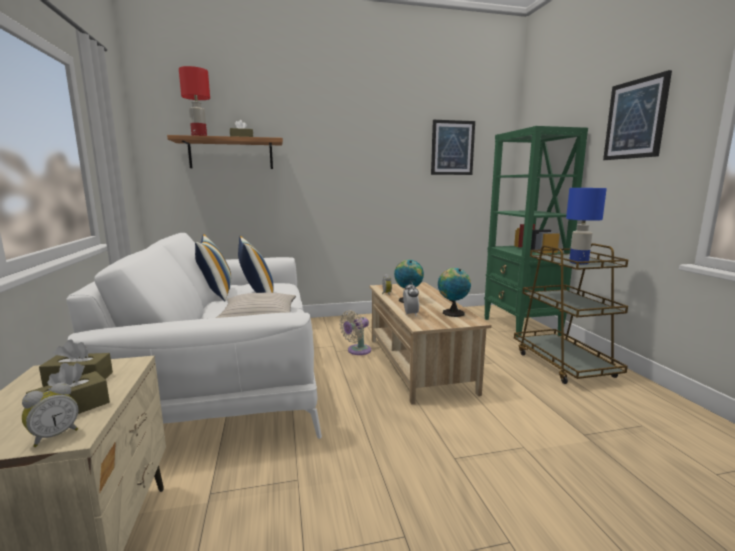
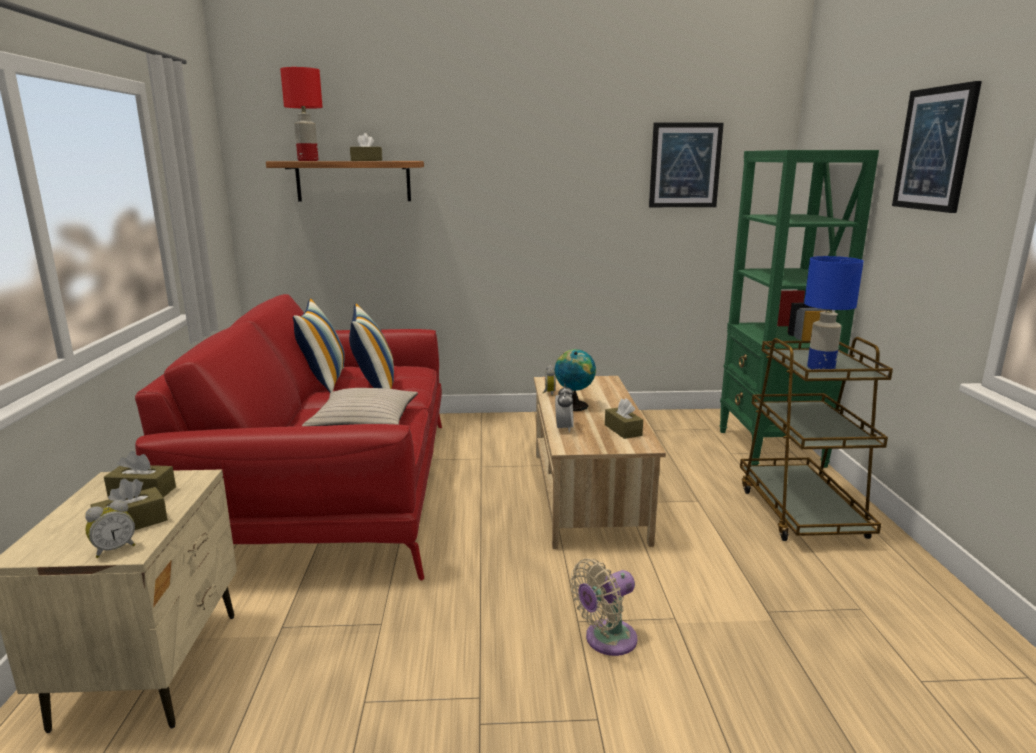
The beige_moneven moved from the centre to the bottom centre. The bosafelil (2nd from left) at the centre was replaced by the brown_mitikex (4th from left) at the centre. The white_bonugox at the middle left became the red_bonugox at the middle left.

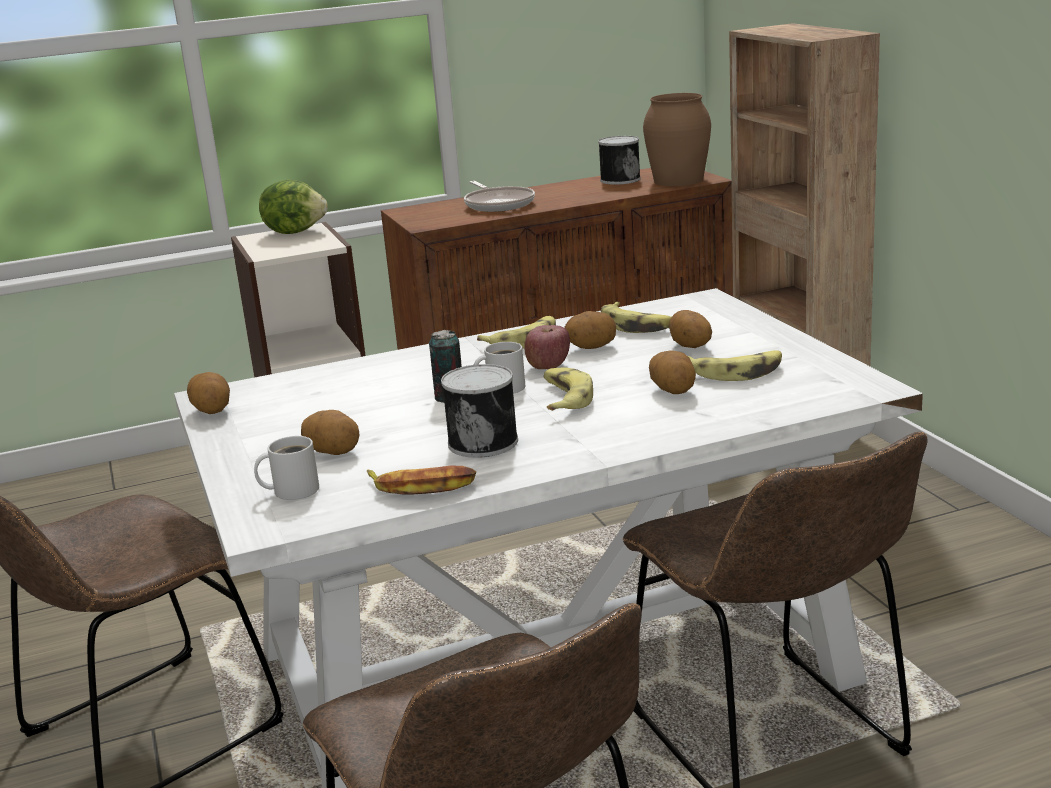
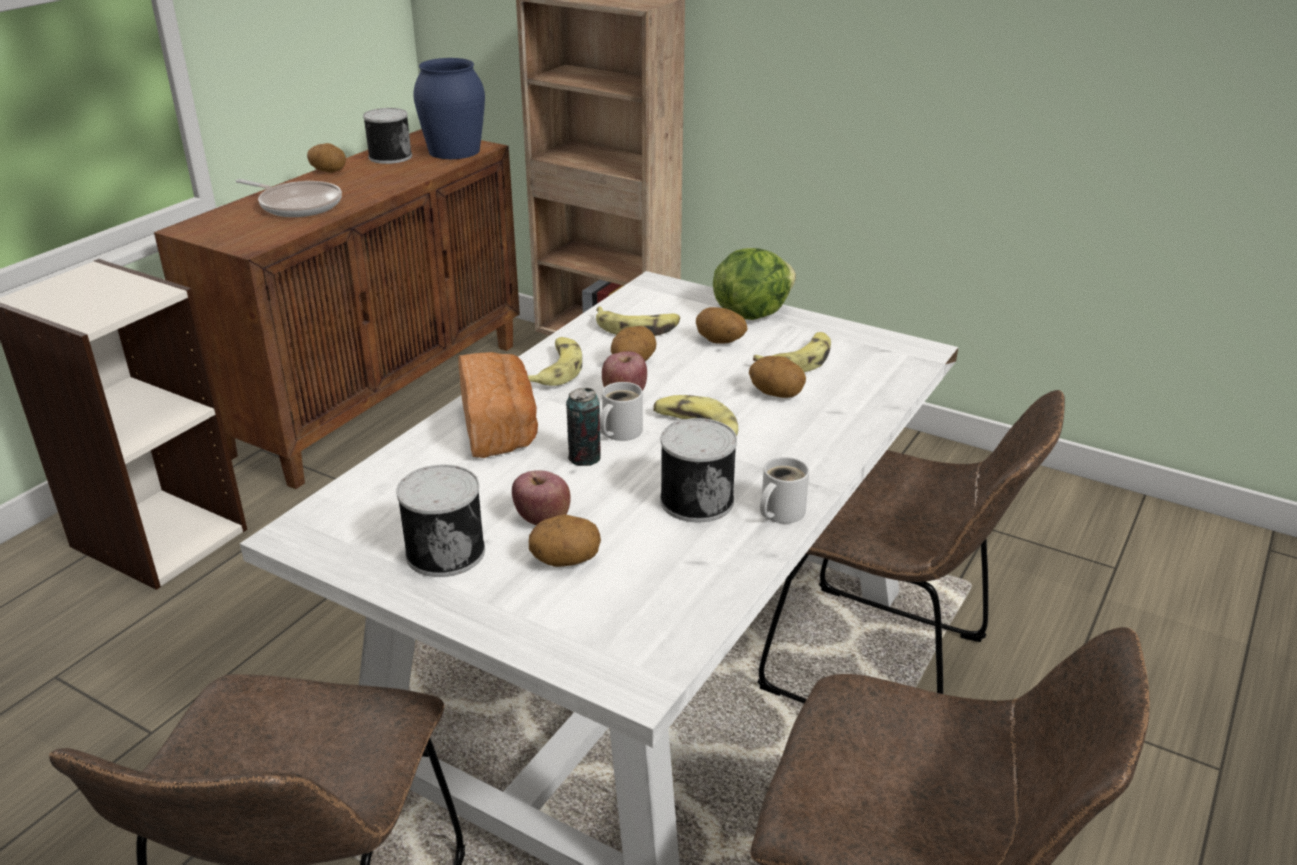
The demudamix (1st from left) at the centre disappeared. The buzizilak (2nd from left) at the centre appeared. The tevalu at the centre appeared. The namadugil (1st from left) at the centre appeared. The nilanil (1st from left) moved from the middle left to the top left. The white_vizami (1st from left in the first image) moved from the middle left to the centre. The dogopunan moved from the top left to the top centre. The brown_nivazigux at the top centre became the blue_nivazigux at the top centre.

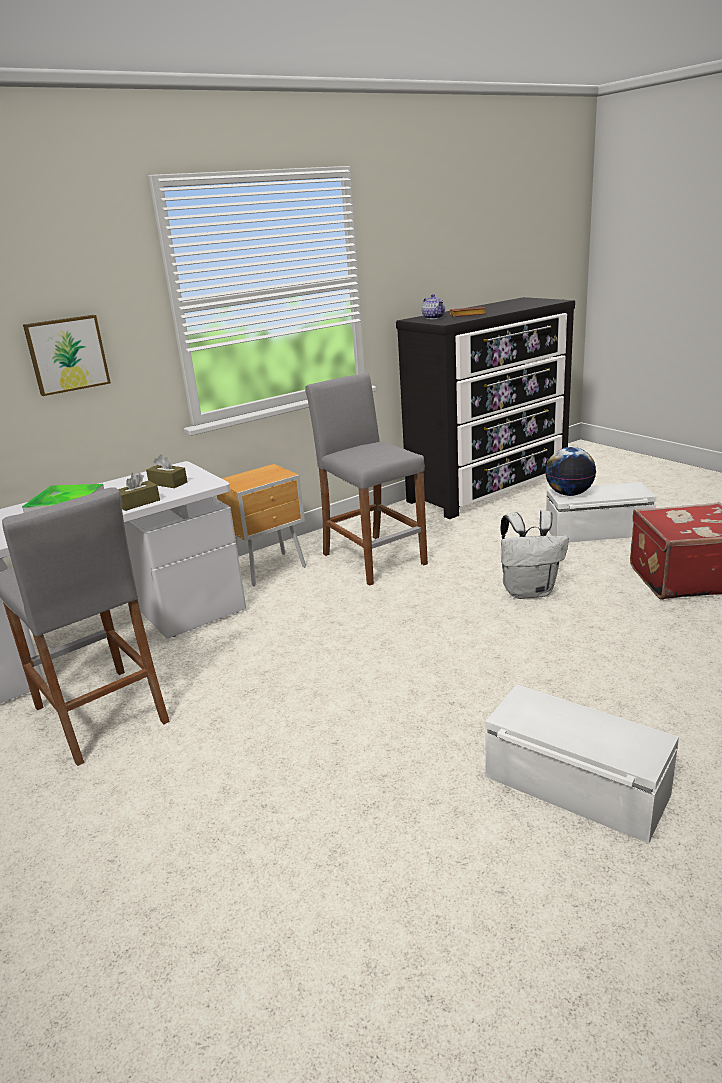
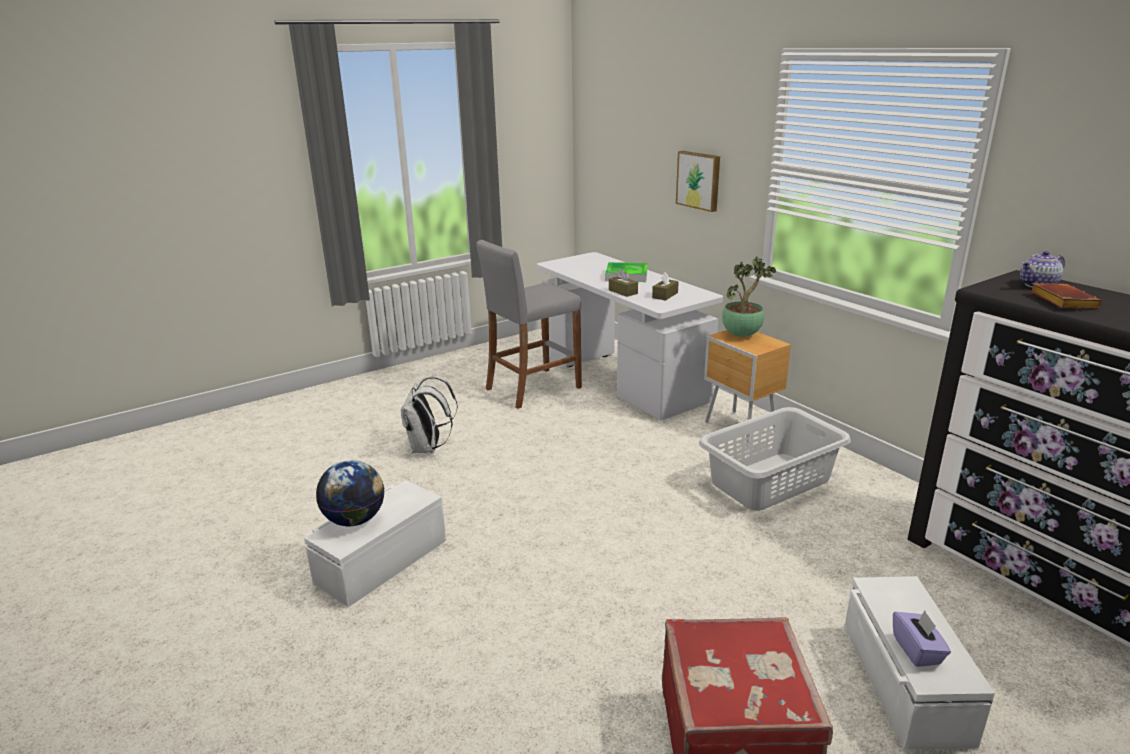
The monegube at the centre appeared. The purple_mitikex at the bottom right appeared. The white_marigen moved from the middle right to the centre. The bosafelil moved from the middle right to the middle left. The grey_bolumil (2nd from left) at the centre was replaced by the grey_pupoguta at the middle right.

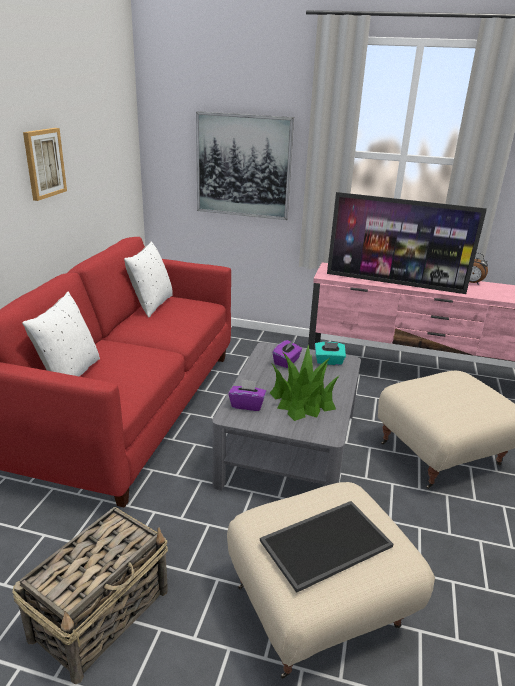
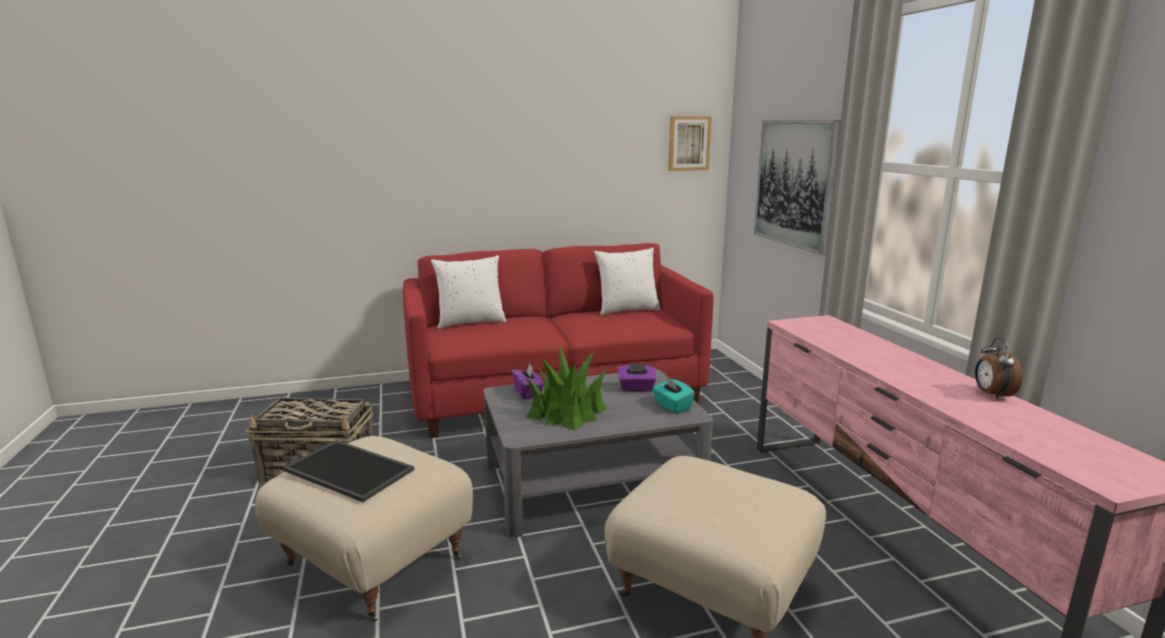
The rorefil at the middle right disappeared. The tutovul (1st from left) moved from the top left to the top centre.

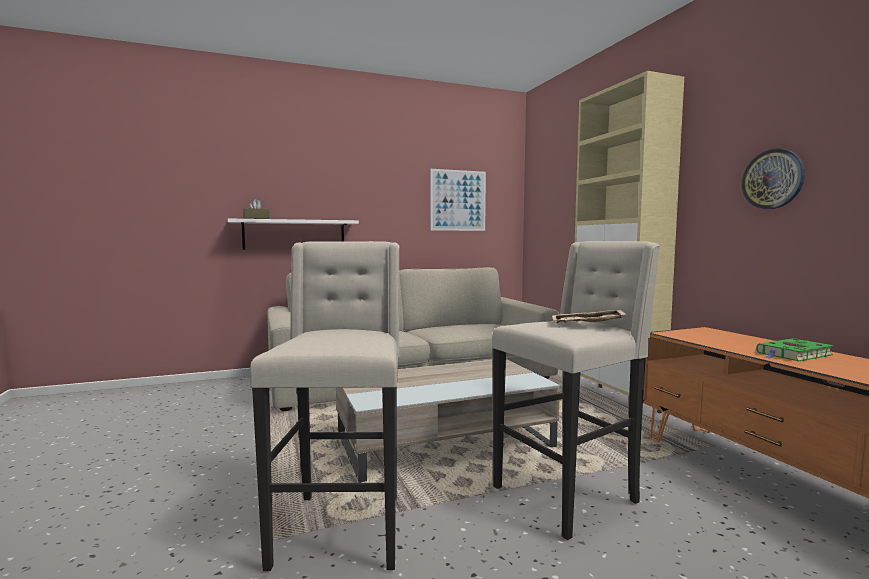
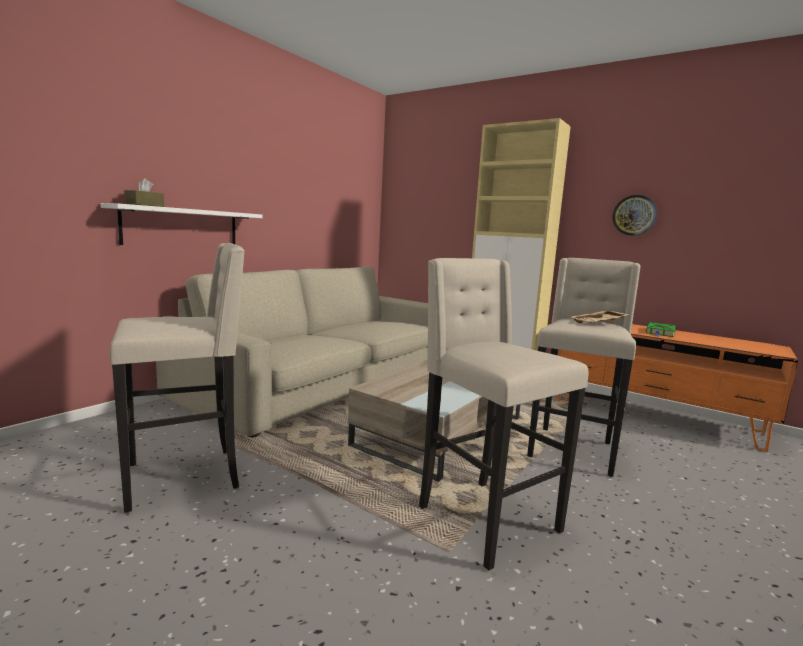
The tutovul at the centre disappeared. The beige_bolumil (1st from left) at the middle left appeared.

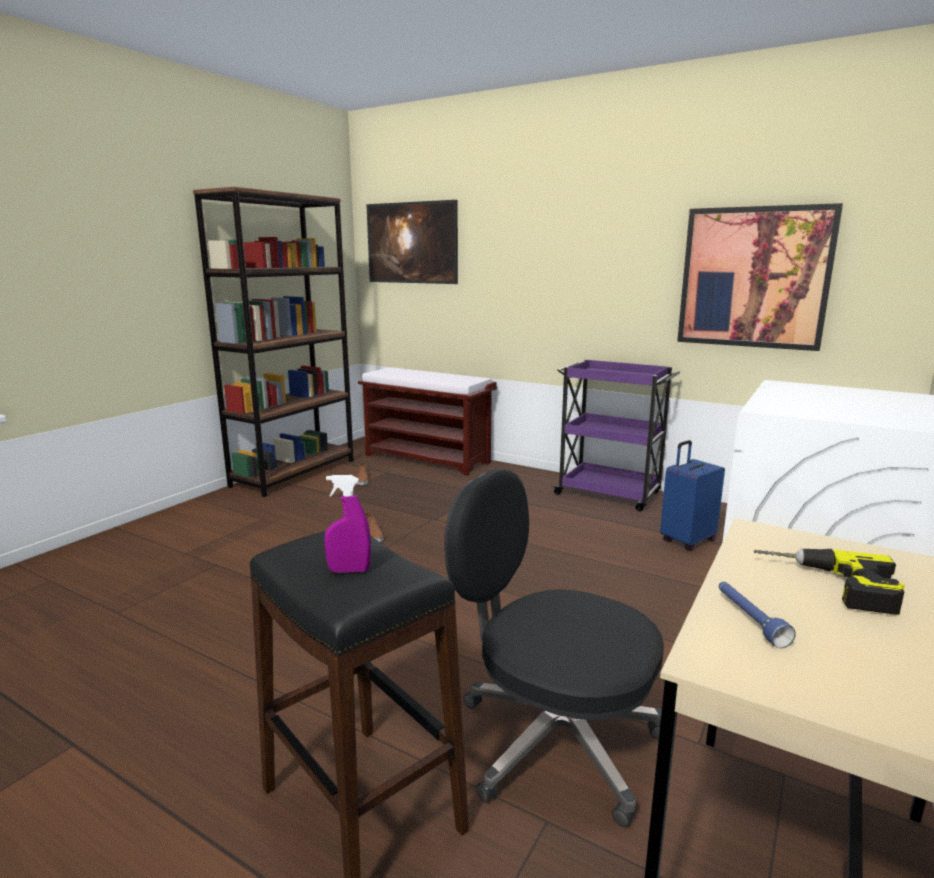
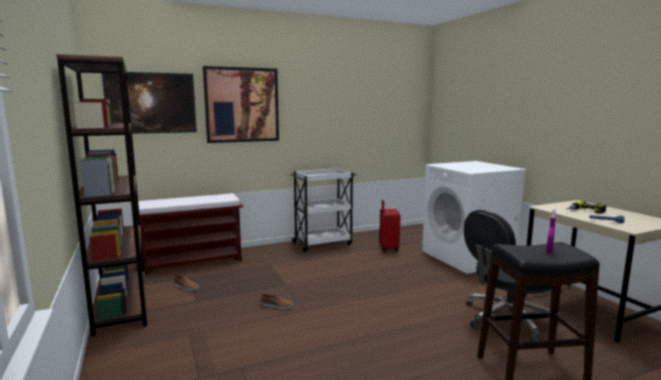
The tutovul (2nd from left) moved from the top right to the top centre. The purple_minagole at the centre became the white_minagole at the centre. The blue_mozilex at the middle right became the red_mozilex at the centre.

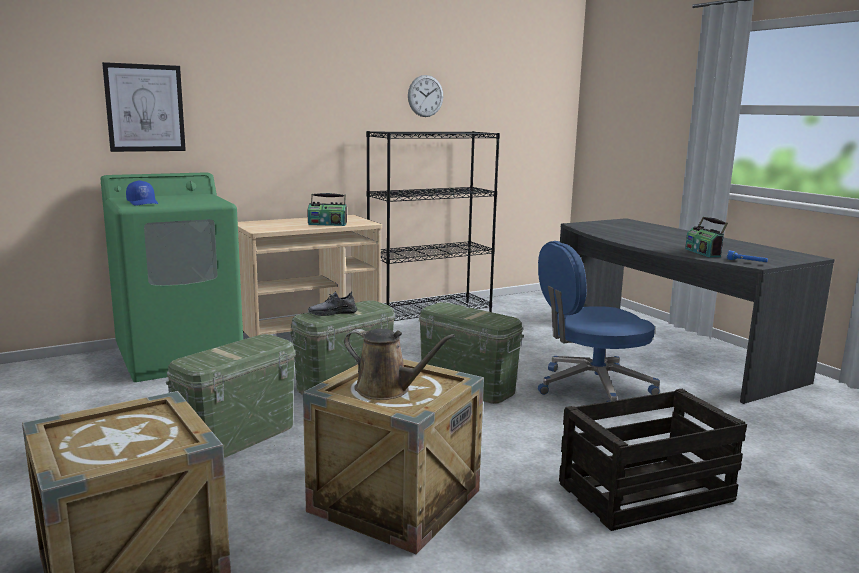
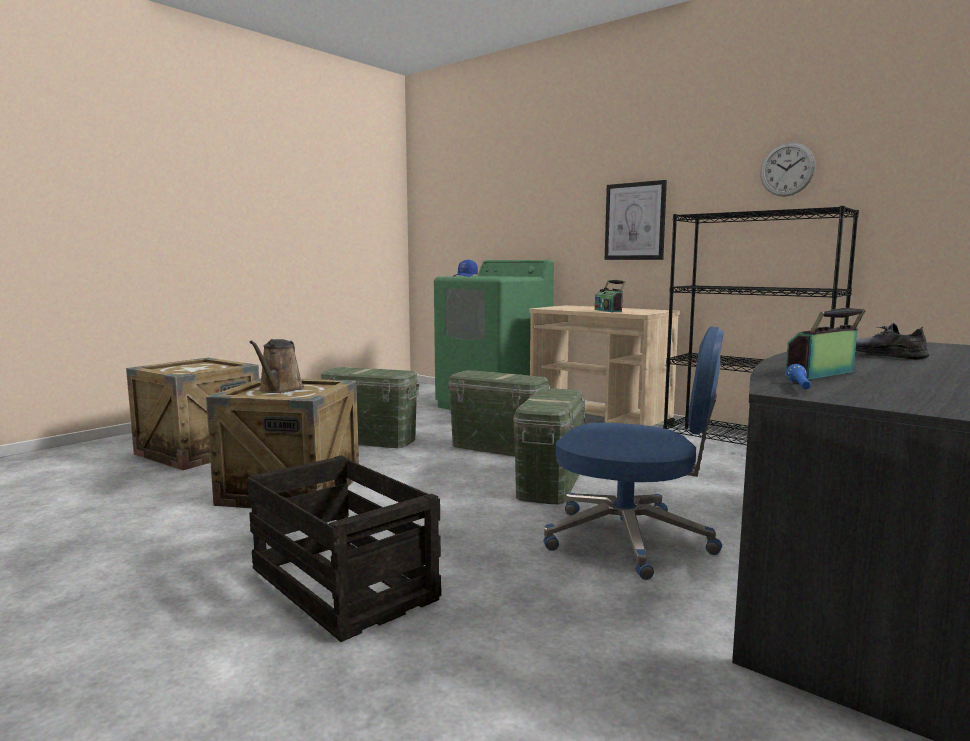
The tutovul moved from the top left to the top centre. The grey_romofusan moved from the centre to the middle right. The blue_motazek at the middle right turned 150 degrees clockwise.

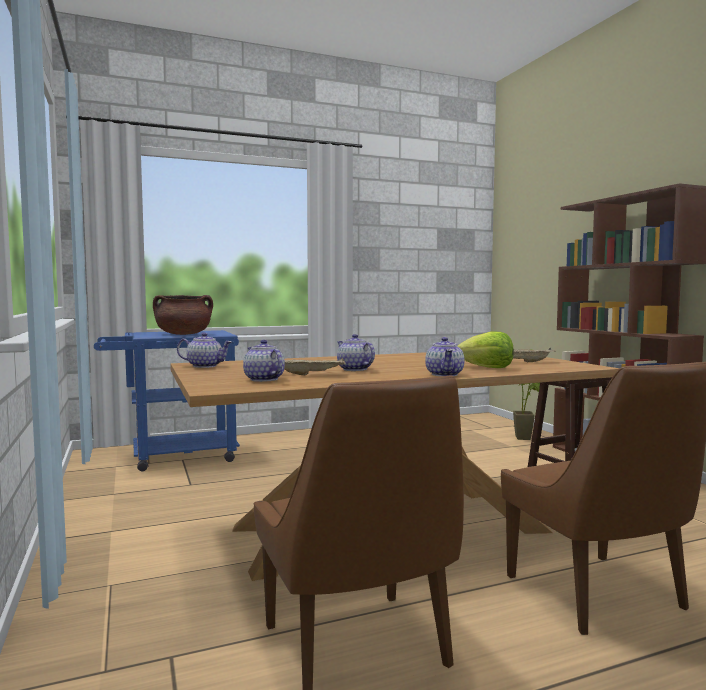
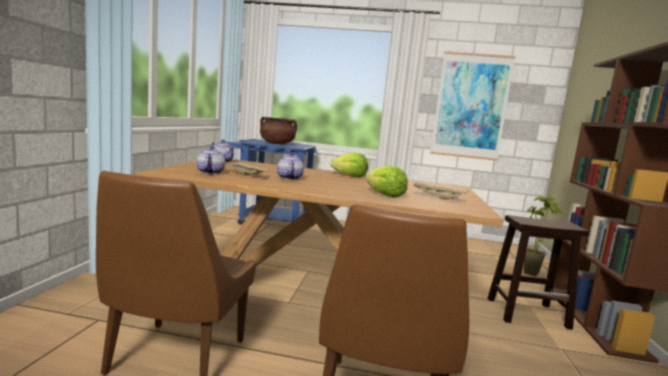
The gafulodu (4th from left) at the centre disappeared. The dogopunan (1st from left) at the centre appeared. The tutovul at the top right appeared.

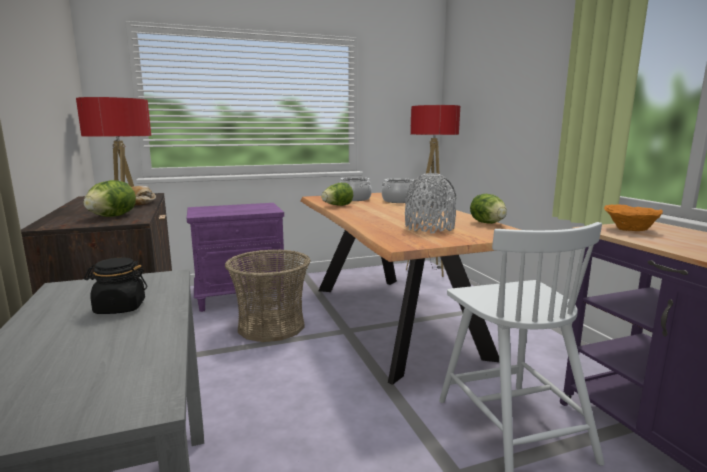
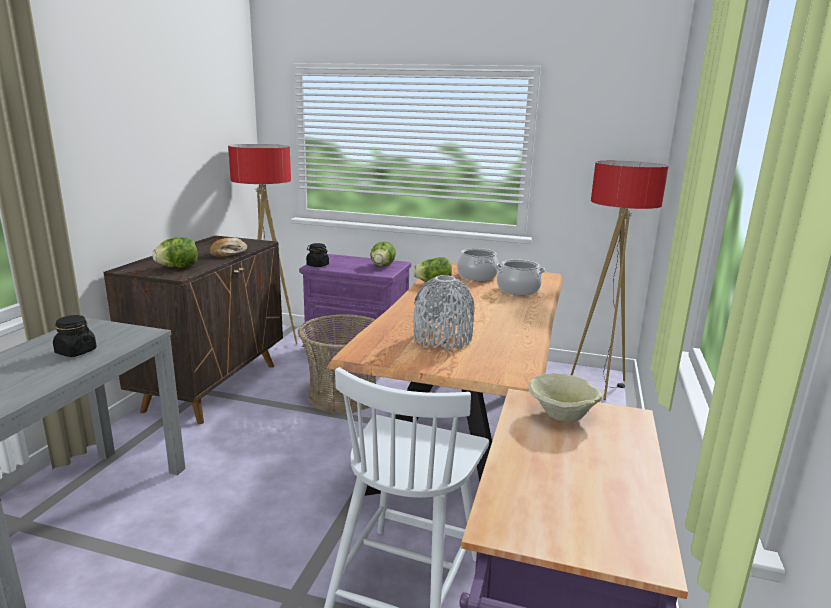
The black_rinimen (2nd from left) at the centre appeared. The dogopunan (3rd from left in the first image) moved from the middle right to the centre. The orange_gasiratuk at the middle right became the beige_gasiratuk at the middle right.

